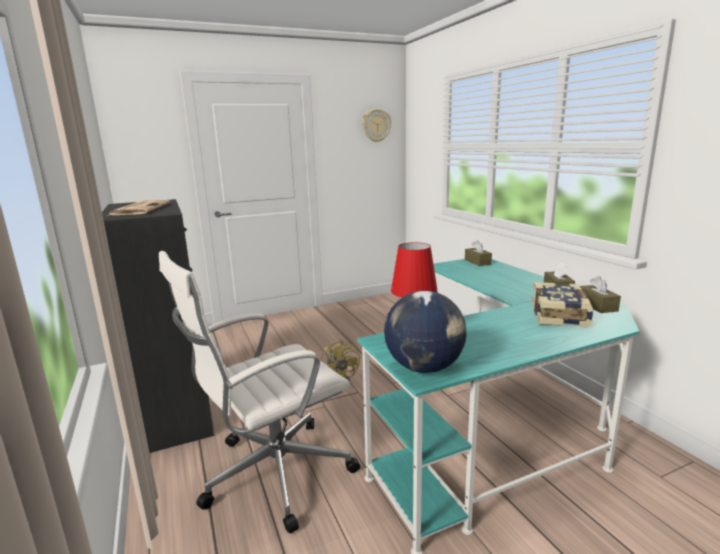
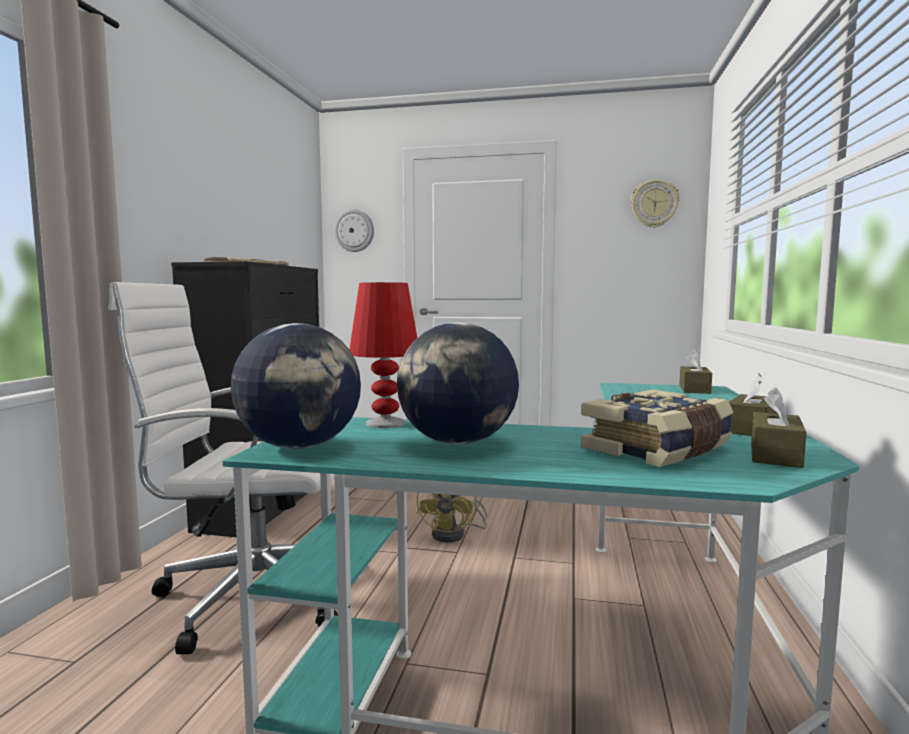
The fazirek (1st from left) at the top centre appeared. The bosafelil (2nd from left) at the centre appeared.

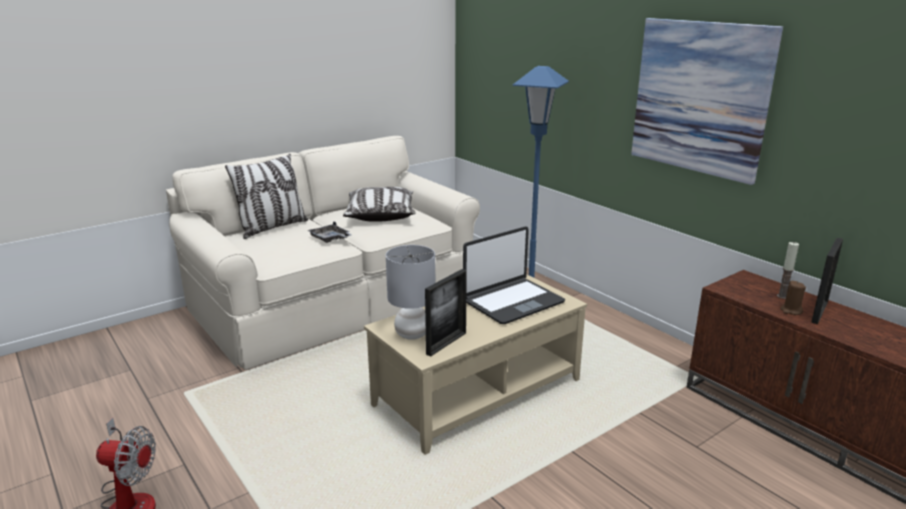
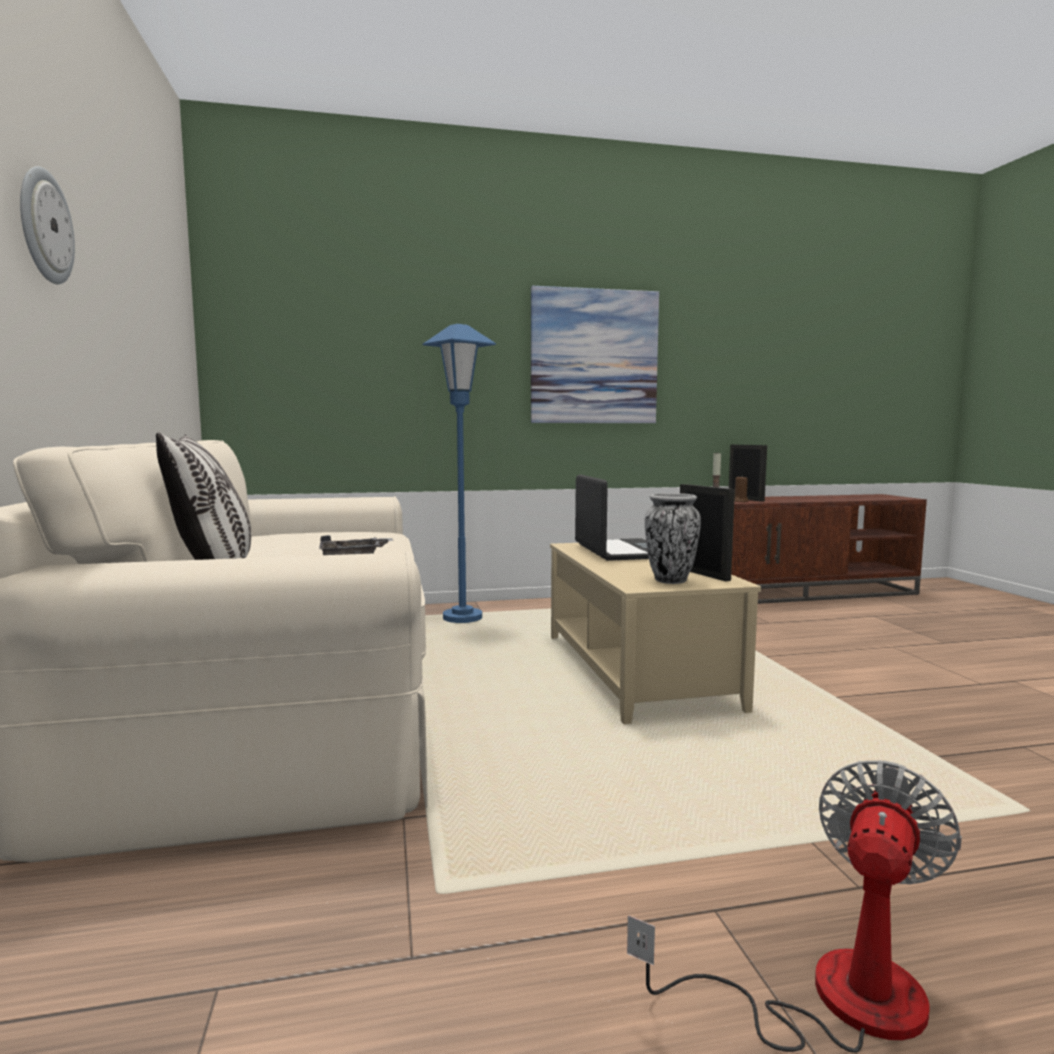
The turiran (2nd from left) at the centre disappeared. The fazirek at the top left appeared. The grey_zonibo at the centre was replaced by the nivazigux at the centre.

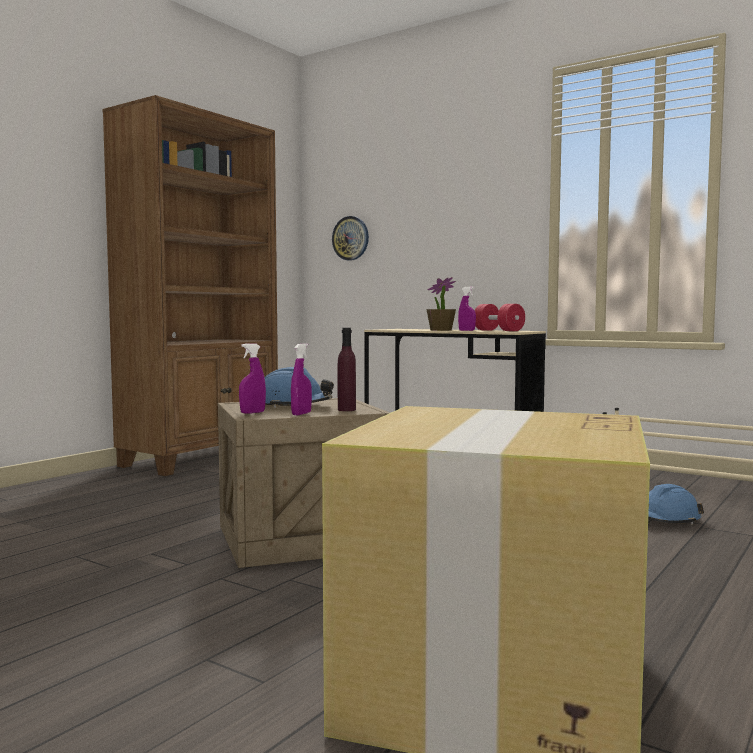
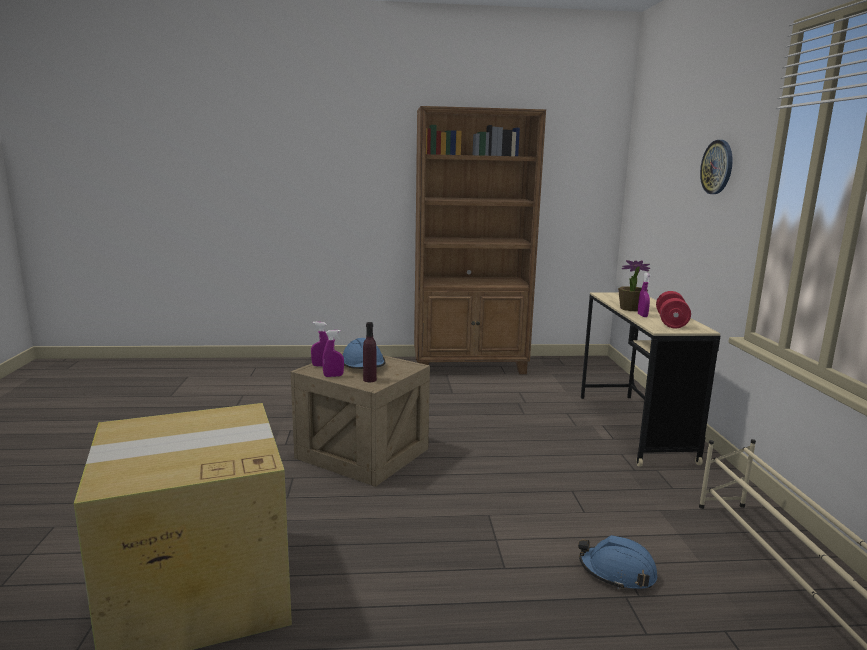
The fazirek moved from the top centre to the top right.

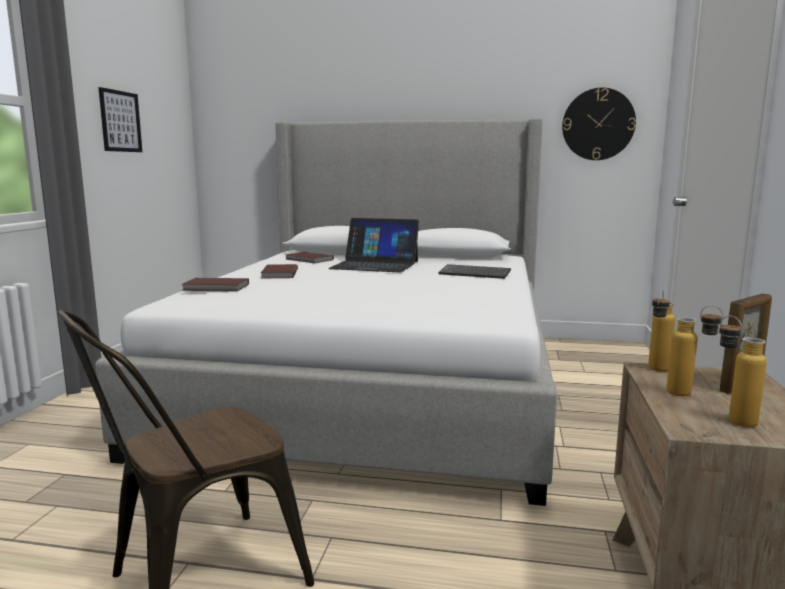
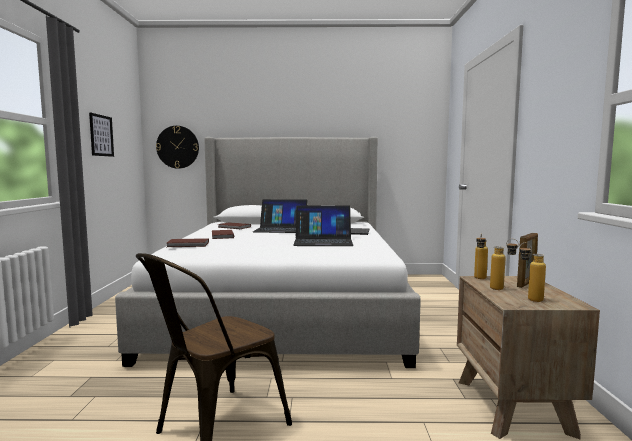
The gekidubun (2nd from left) at the centre appeared. The fazirek moved from the top right to the middle left.

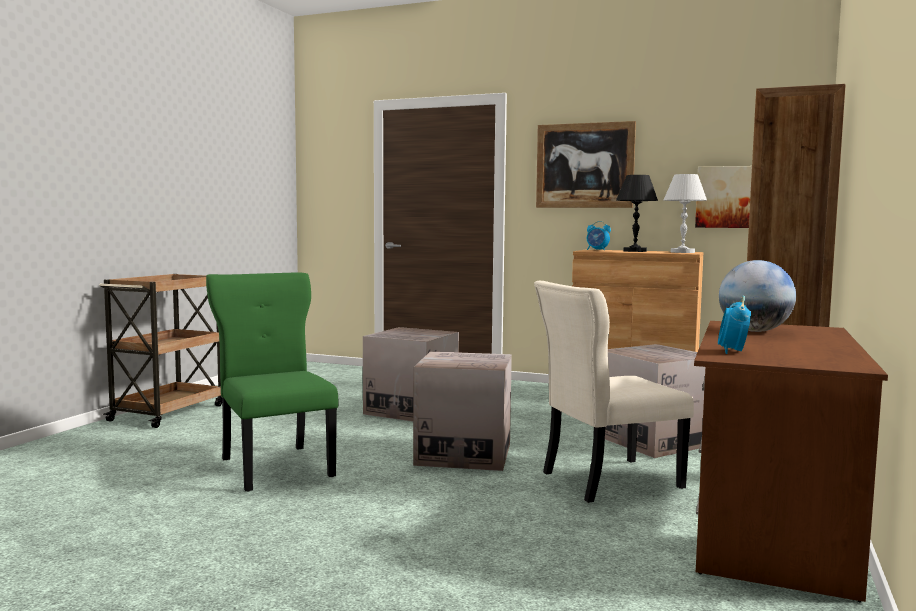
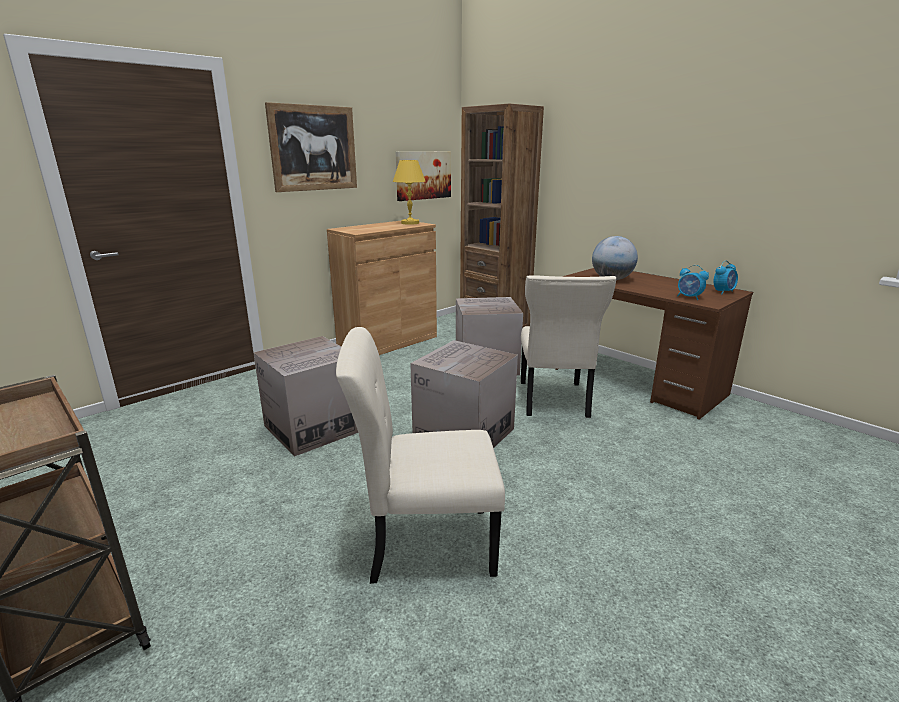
The black_zonibo at the middle right disappeared. The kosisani (1st from left in the first image) moved from the centre to the middle right. The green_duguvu at the middle left became the beige_duguvu (1st from left) at the centre. The white_zonibo at the middle right became the yellow_zonibo at the top centre.

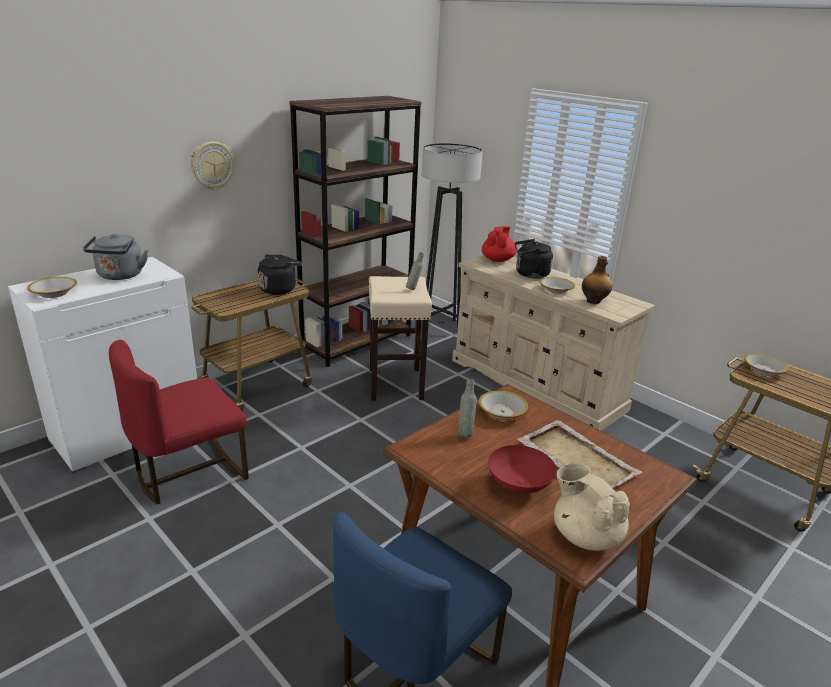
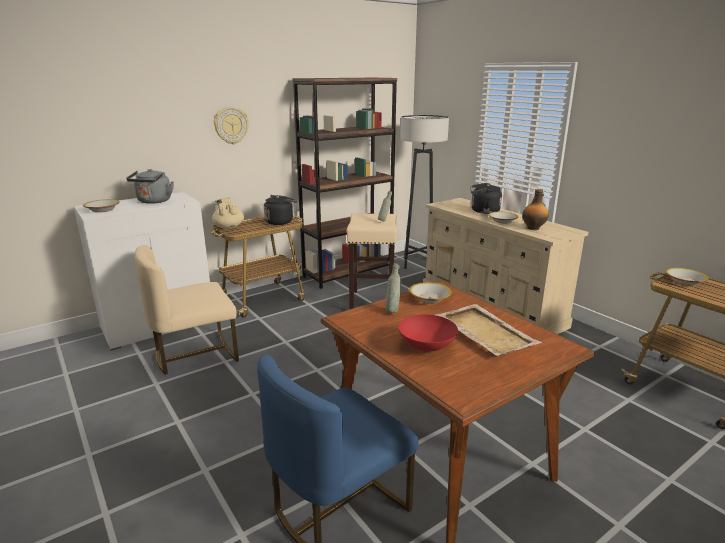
The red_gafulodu at the centre disappeared. The beige_gafulodu moved from the bottom right to the middle left. The red_duguvu at the middle left became the beige_duguvu at the middle left.

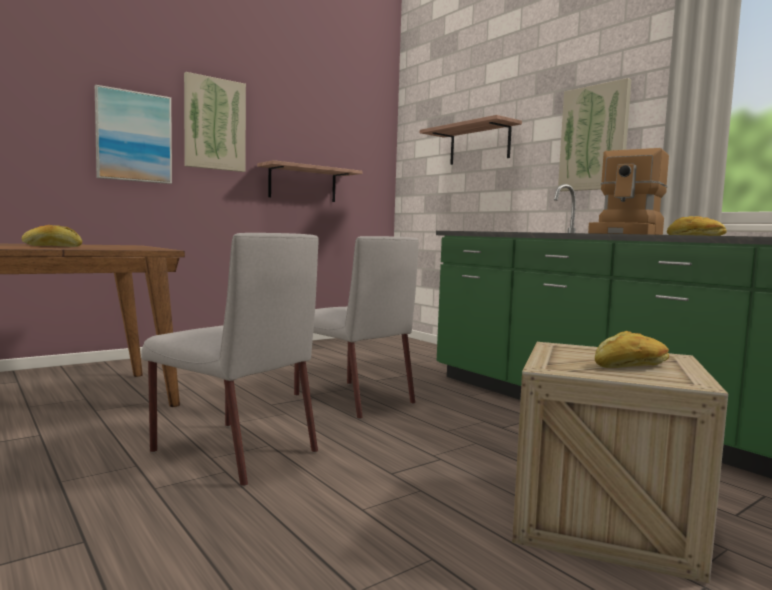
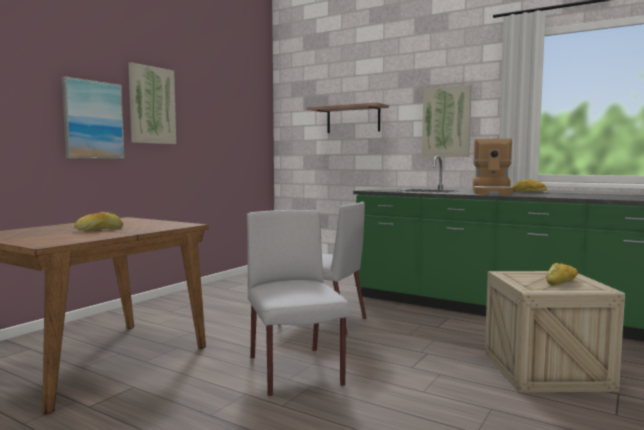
The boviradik (1st from left) at the top centre disappeared. The grey_duguvu (1st from left) at the middle left turned 120 degrees counterclockwise.

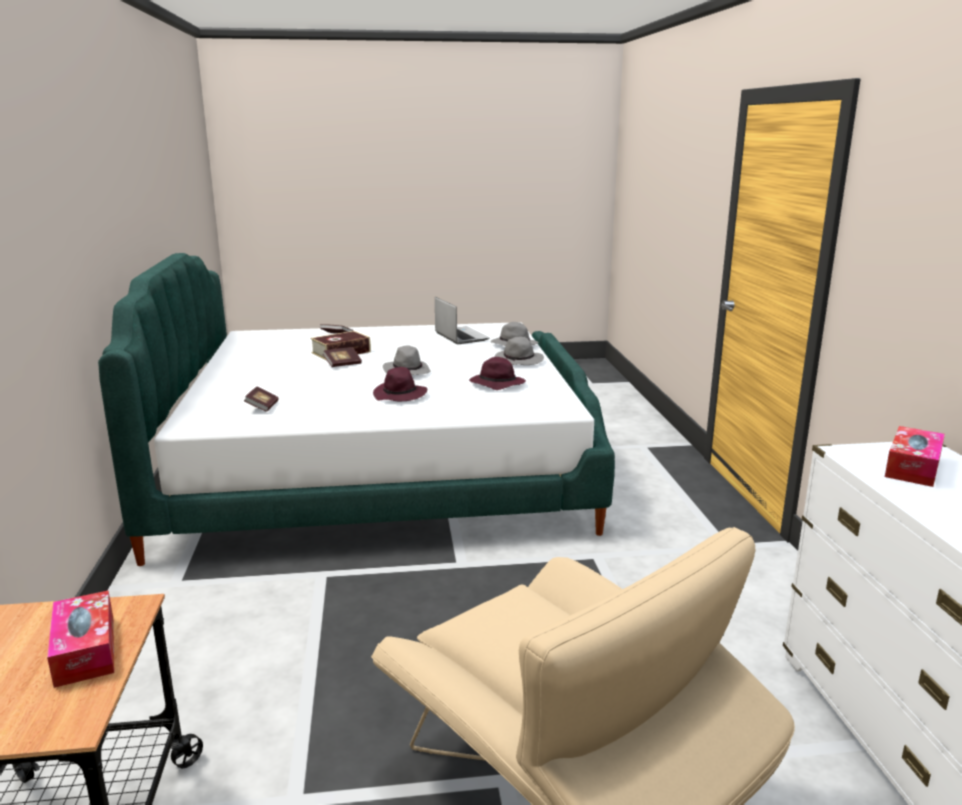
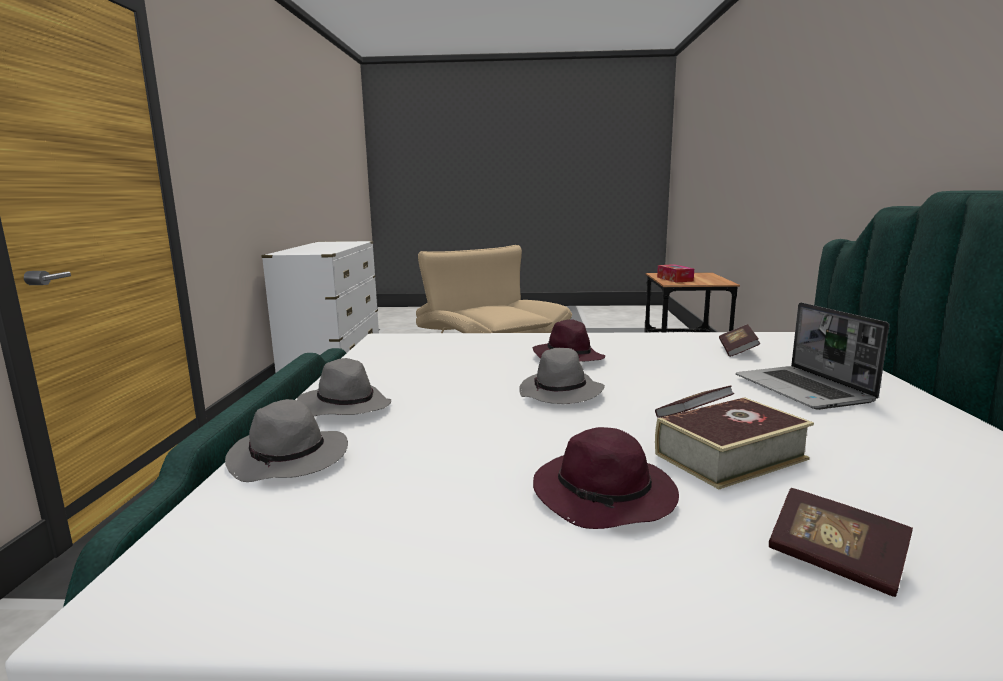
The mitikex (2nd from left) at the middle right disappeared. The gekidubun moved from the centre to the middle right. The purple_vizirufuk (2nd from left) moved from the centre to the bottom centre.

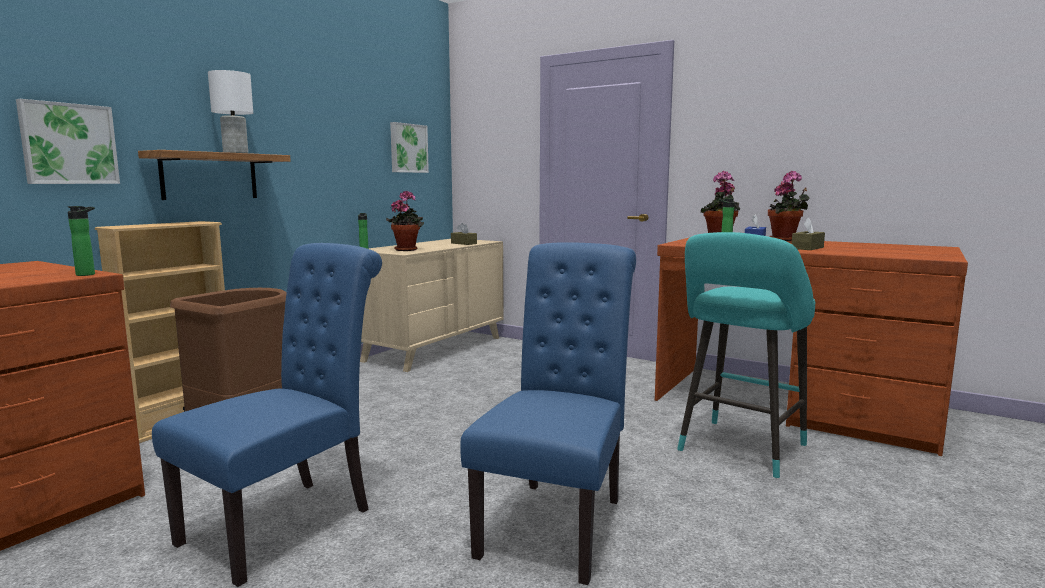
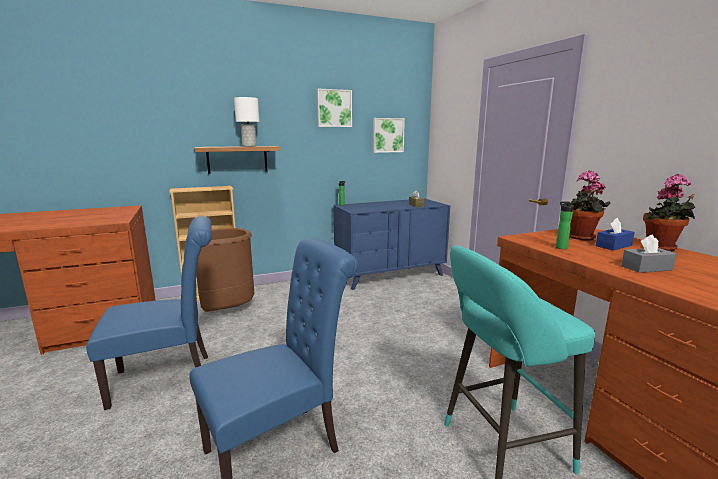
The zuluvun (1st from left) at the middle left disappeared. The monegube (1st from left) at the centre disappeared. The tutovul (1st from left) moved from the top left to the top centre. The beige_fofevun at the centre became the blue_fofevun at the centre. The brown_mitikex (2nd from left) at the middle right became the grey_mitikex at the middle right.

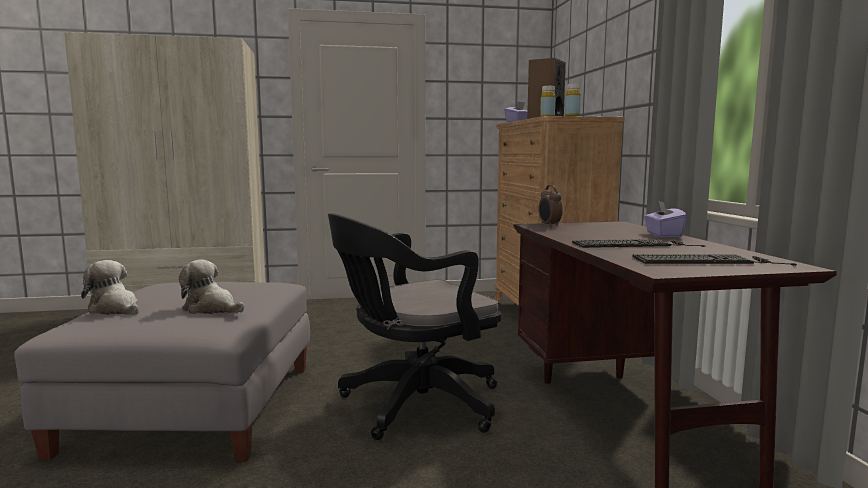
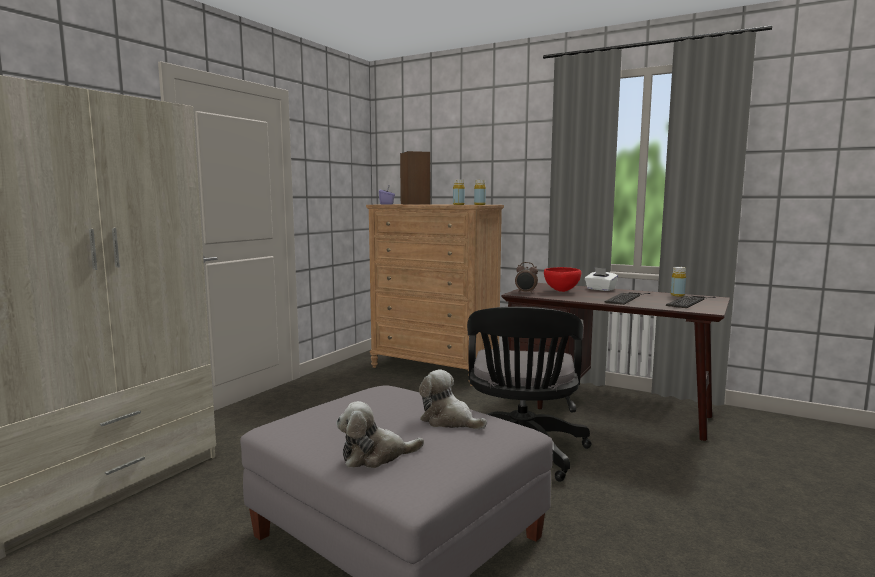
The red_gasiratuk at the centre appeared. The yellow_zuluvun (3rd from left) at the middle right appeared. The purple_mitikex (2nd from left) at the middle right became the white_mitikex at the middle right. The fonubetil (2nd from left) at the middle left turned 60 degrees clockwise.

